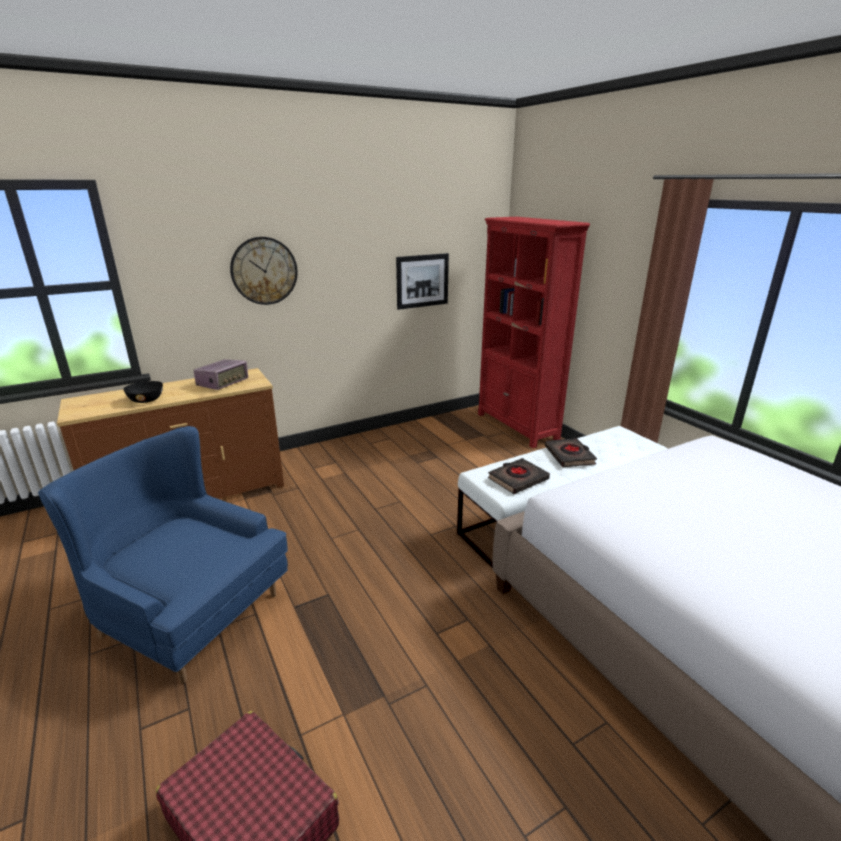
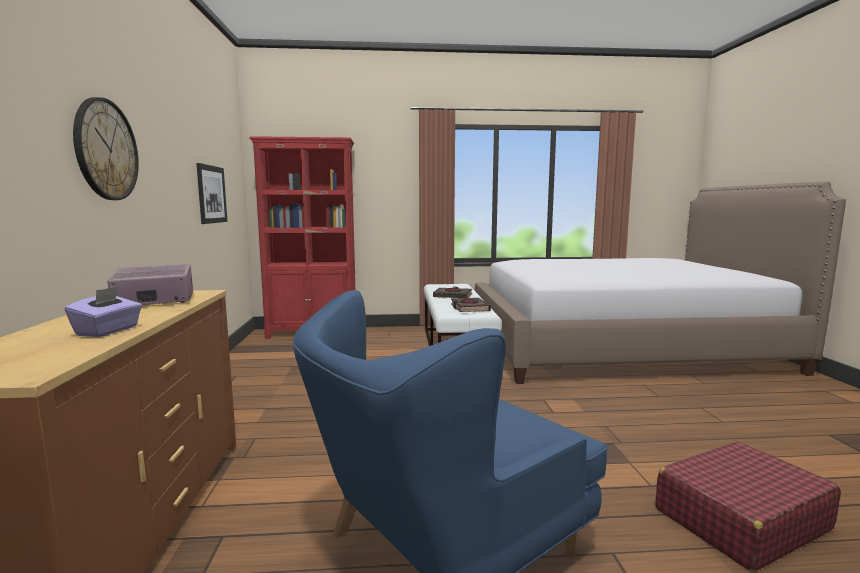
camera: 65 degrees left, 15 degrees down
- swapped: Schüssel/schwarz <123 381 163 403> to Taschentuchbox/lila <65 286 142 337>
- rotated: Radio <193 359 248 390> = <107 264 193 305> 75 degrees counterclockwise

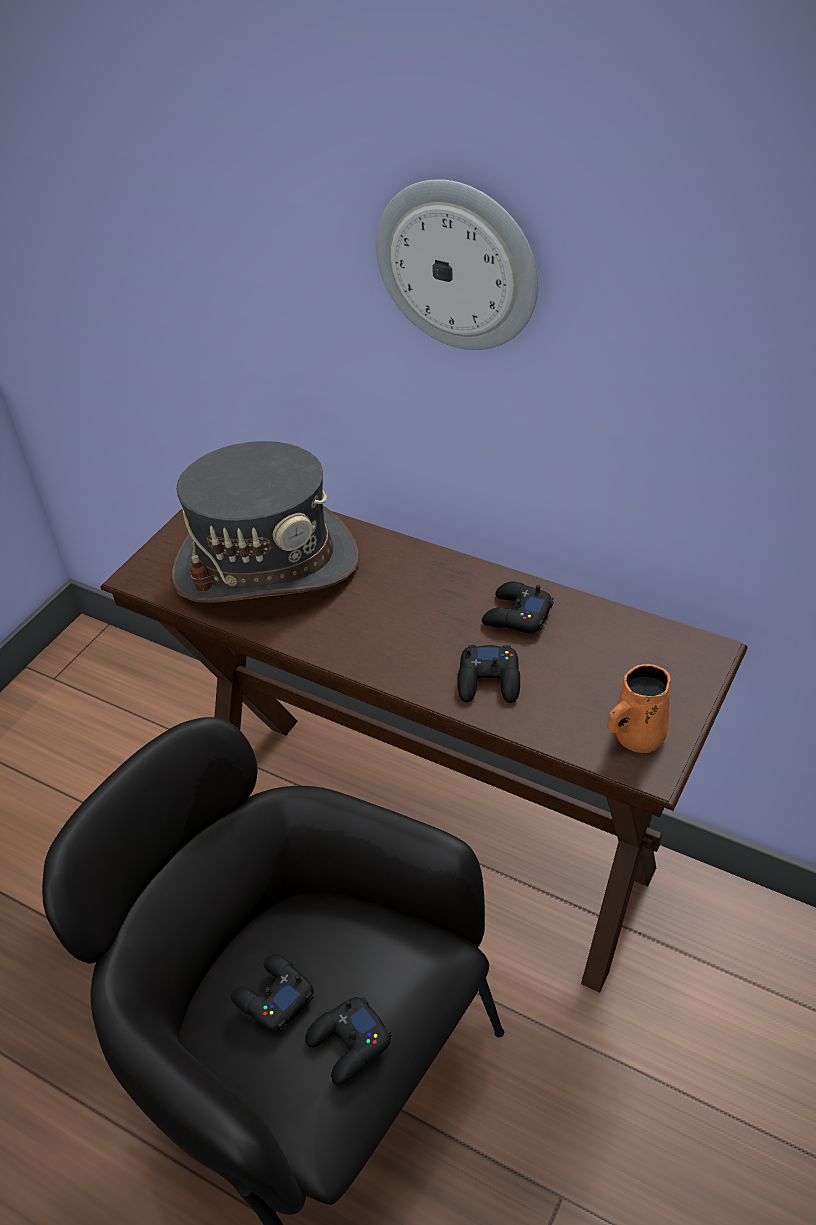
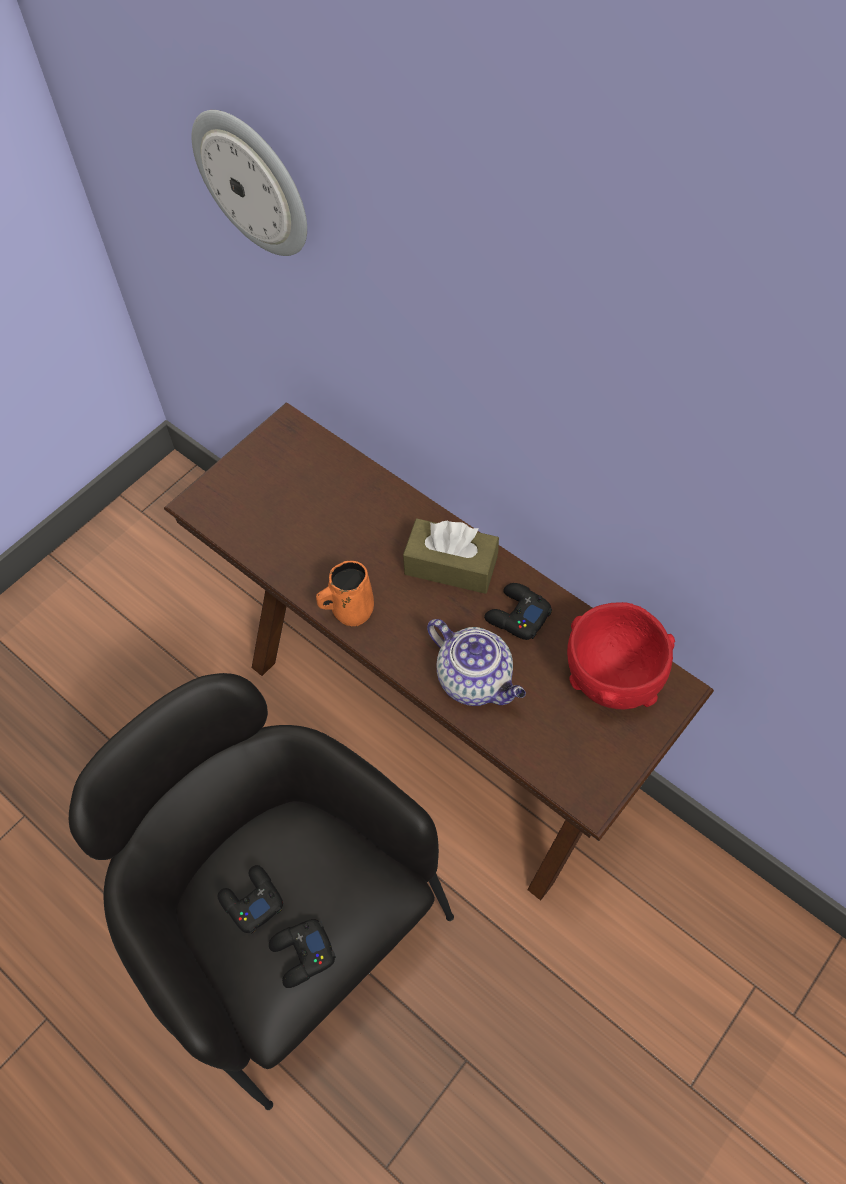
camera: 10 degrees right, 15 degrees up
- shifted: Wanduhr <376 179 538 350> to <192 110 307 256>
- shifted: Henkelbecher/orange <607 664 671 753> to <316 561 374 626>
- new: Taschentuchbox/braun <403 519 499 594>
- swapped: Gamepad/schwarz <458 645 520 703> to Teekanne <427 619 526 706>
- new: Schüssel/rot <567 602 675 709>
- gone: Hut/grau <171 441 360 603>

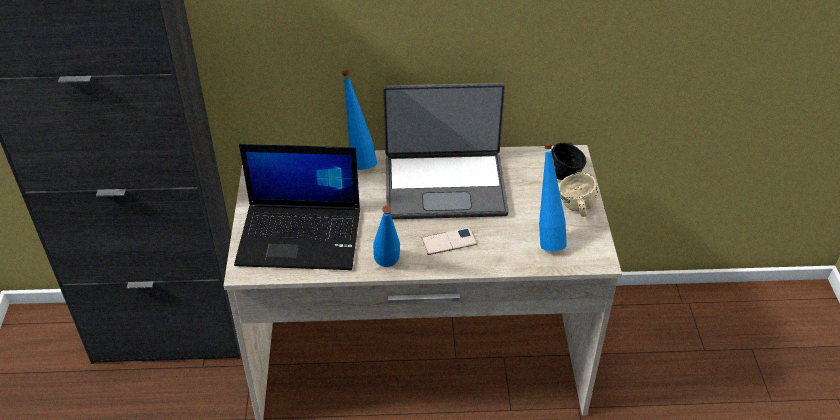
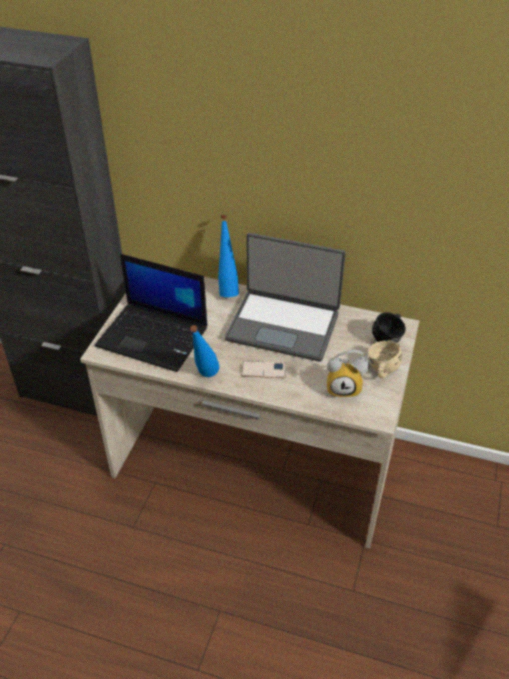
camera: 20 degrees right, 0 degrees up
- swapped: Flasche/blau <539 143 567 251> to Wecker <327 350 369 398>

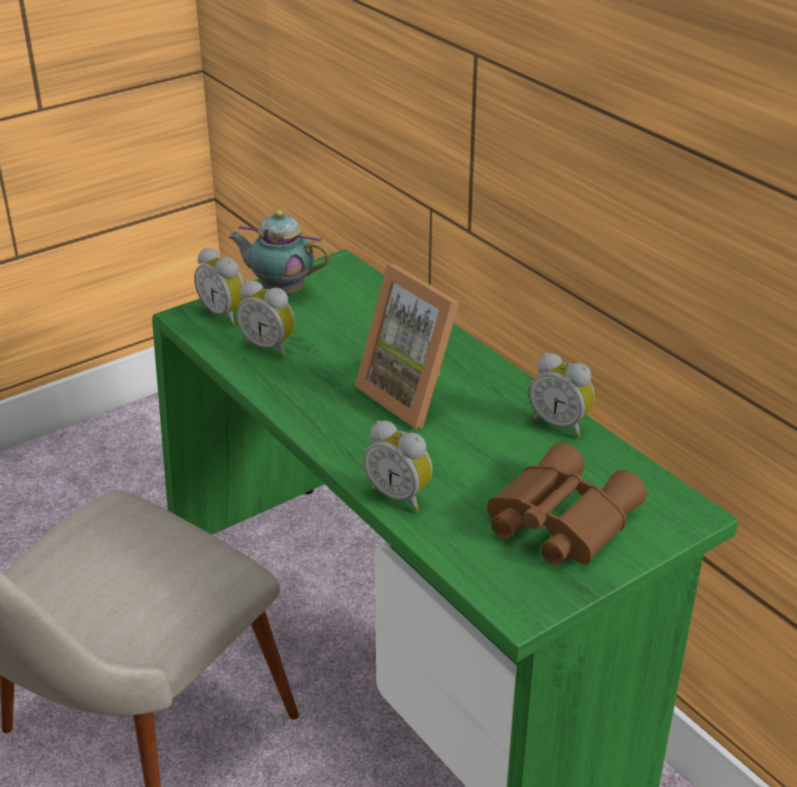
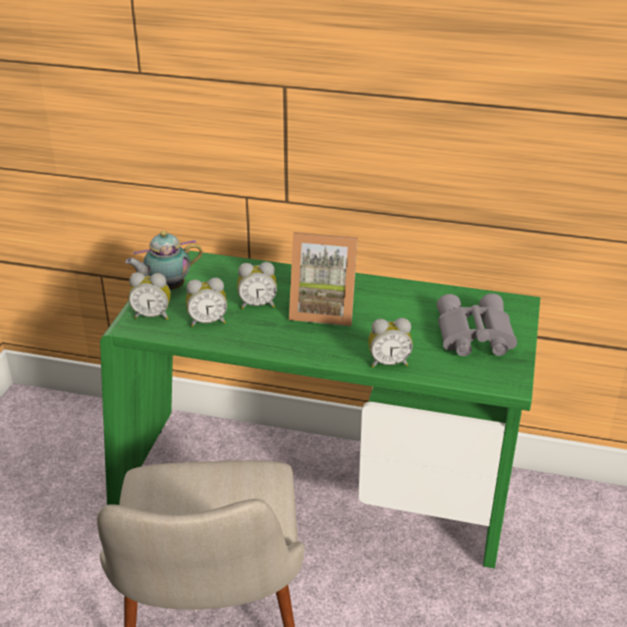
camera: 40 degrees left, 0 degrees up
- shifted: Wecker <529 353 595 438> to <237 262 277 309>
- repainted: Fernglas/braun <487 442 647 565> to Fernglas/grau <437 293 517 356>

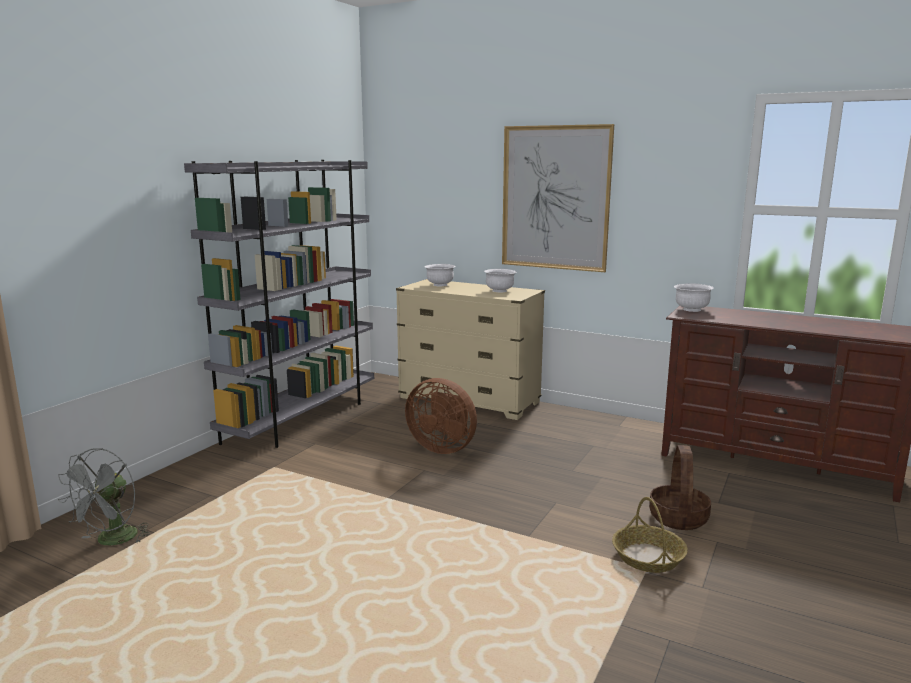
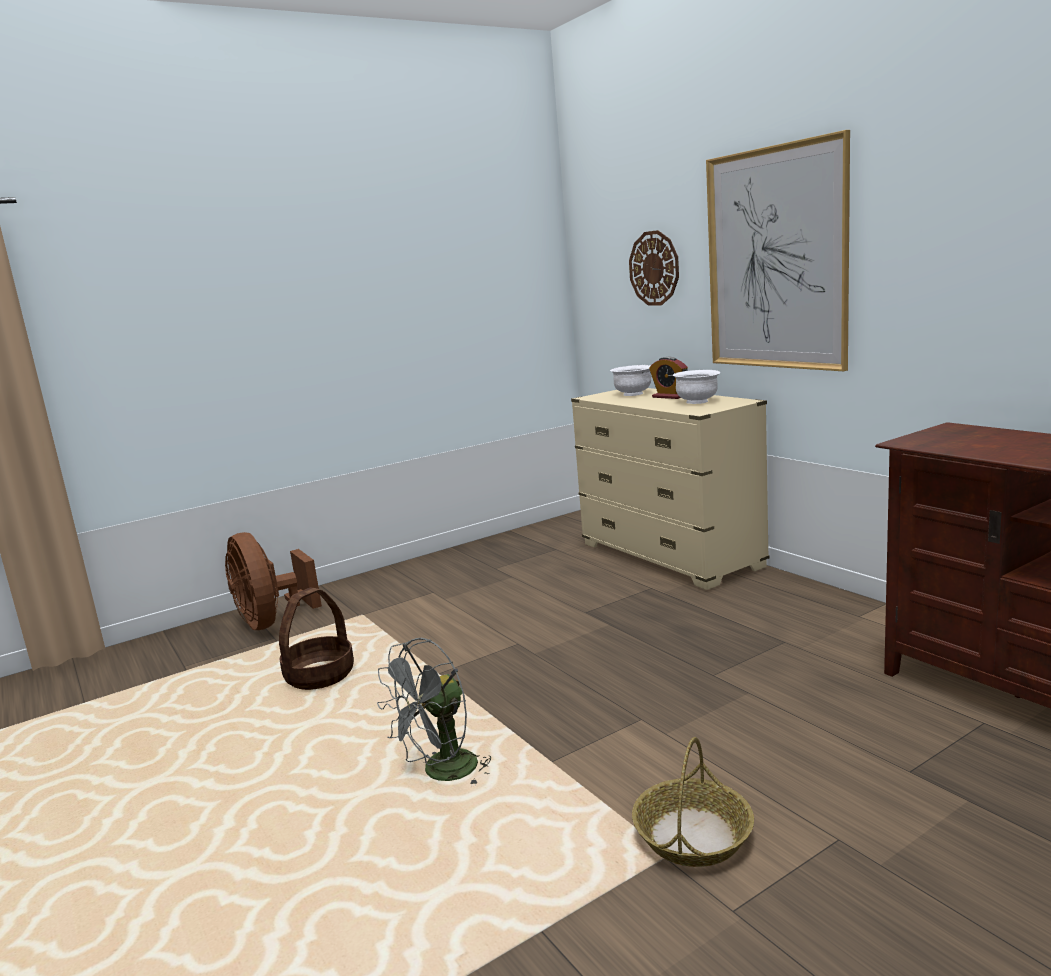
camera: 30 degrees right, 0 degrees up
- shifted: Ventilator/braun <405 378 477 454> to <225 532 322 630>
- shifted: Korb <649 445 711 530> to <279 588 354 690>
- shifted: Ventilator/grau <58 448 150 545> to <377 638 491 786>
- new: Wanduhr <629 230 679 306>
- new: Wecker <649 356 688 399>
- gone: Bücherregal/grau <184 160 374 448>
- gone: Schüssel/weiß <674 283 714 312>

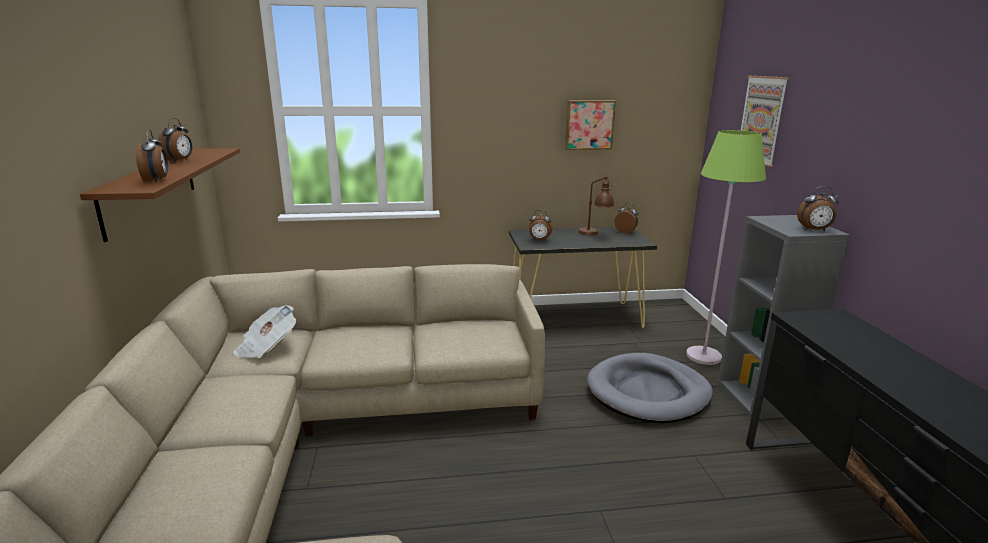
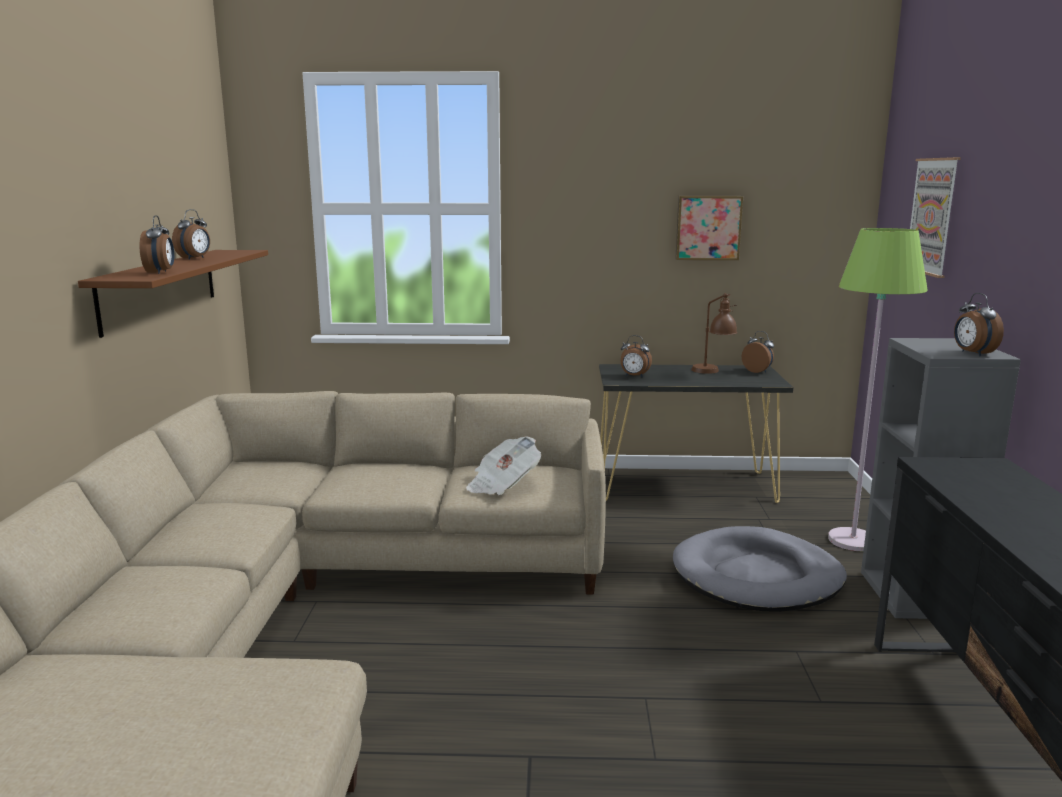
camera: 10 degrees right, 5 degrees down
- shifted: Zeitung <233 305 296 359> to <466 437 541 495>
- rotated: Wecker <797 186 839 231> = <954 293 1004 356> 60 degrees clockwise

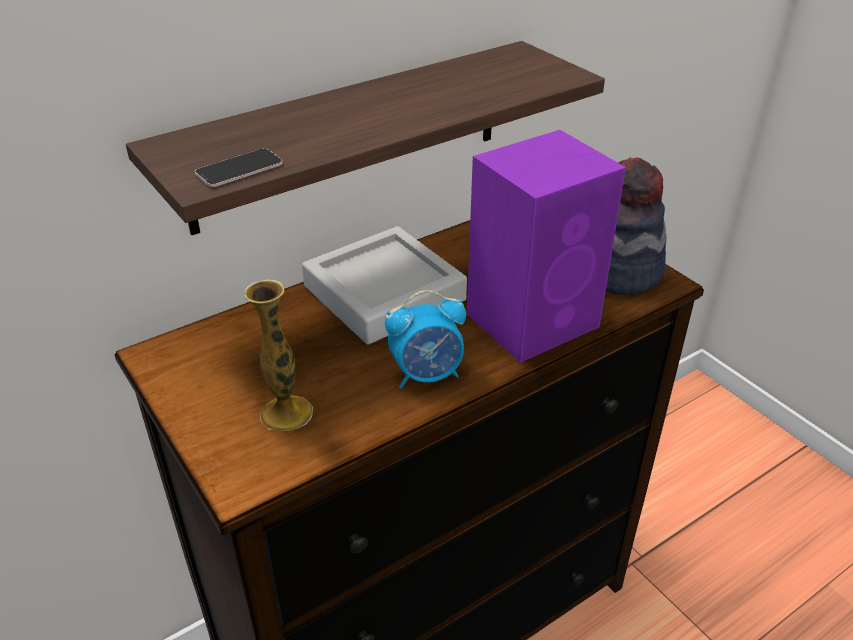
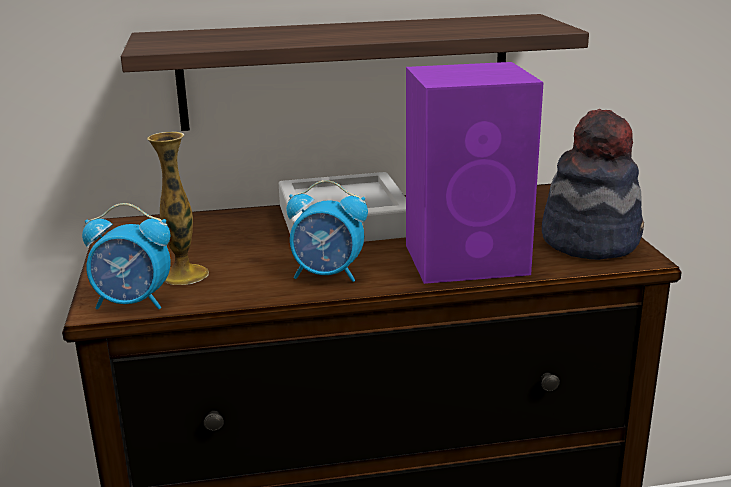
camera: 25 degrees right, 15 degrees down
- new: Wecker <82 203 171 309>
- gone: Handy <195 148 283 187>

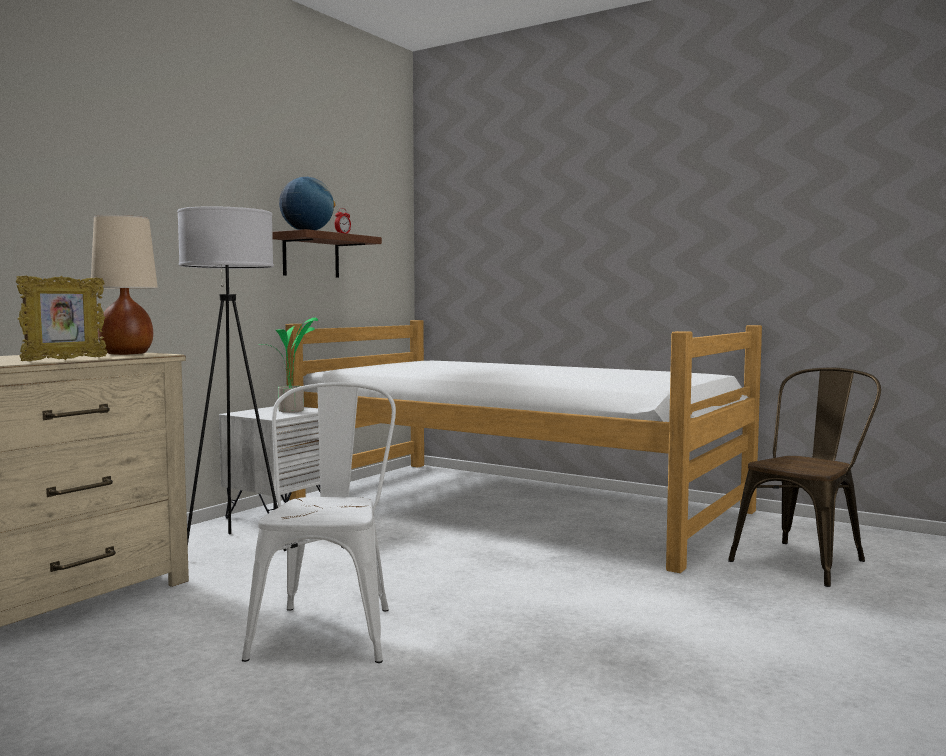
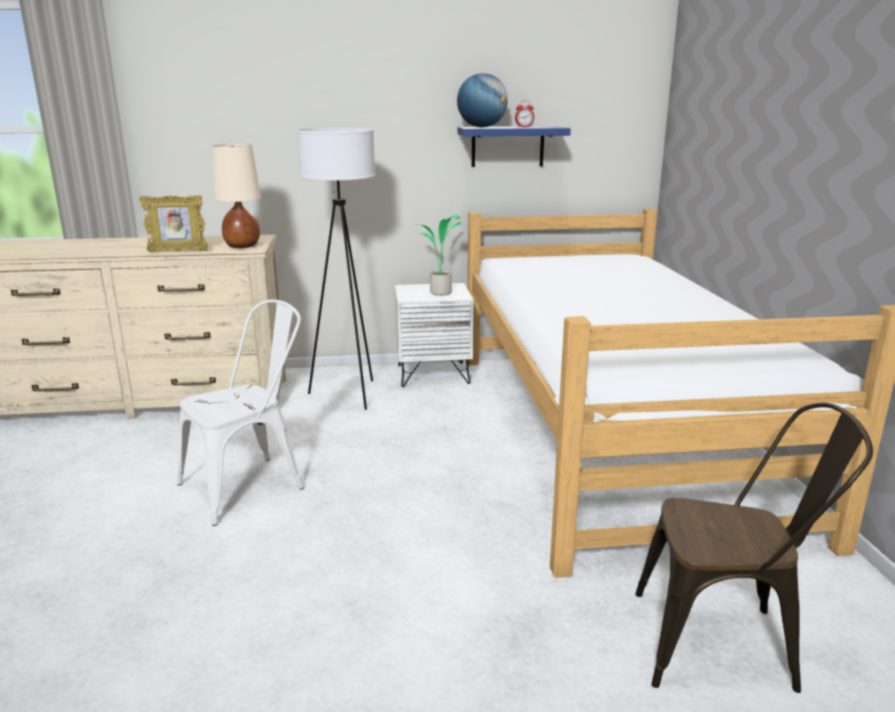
camera: 50 degrees right, 15 degrees up
- repainted: Wandregal/braun <272 229 382 278> to Wandregal/blau <457 126 571 167>

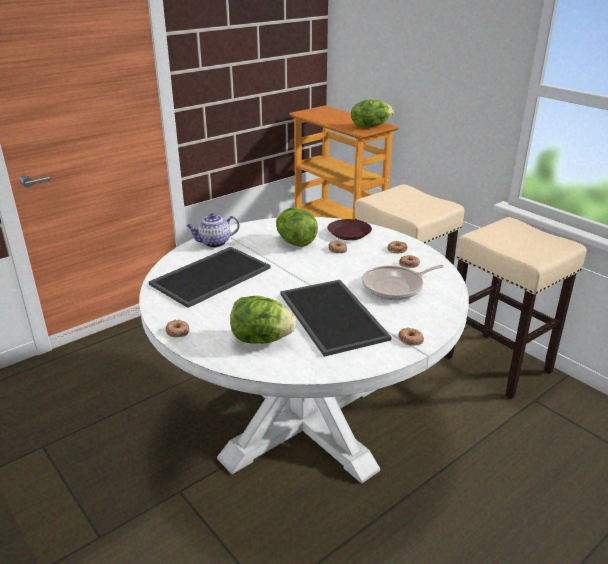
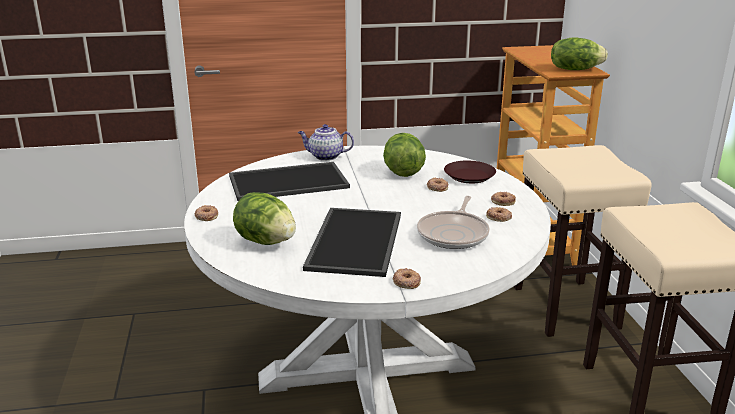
camera: 30 degrees right, 5 degrees down
- rotated: Pfanne <362 265 444 300> = <417 196 490 249> 75 degrees counterclockwise

